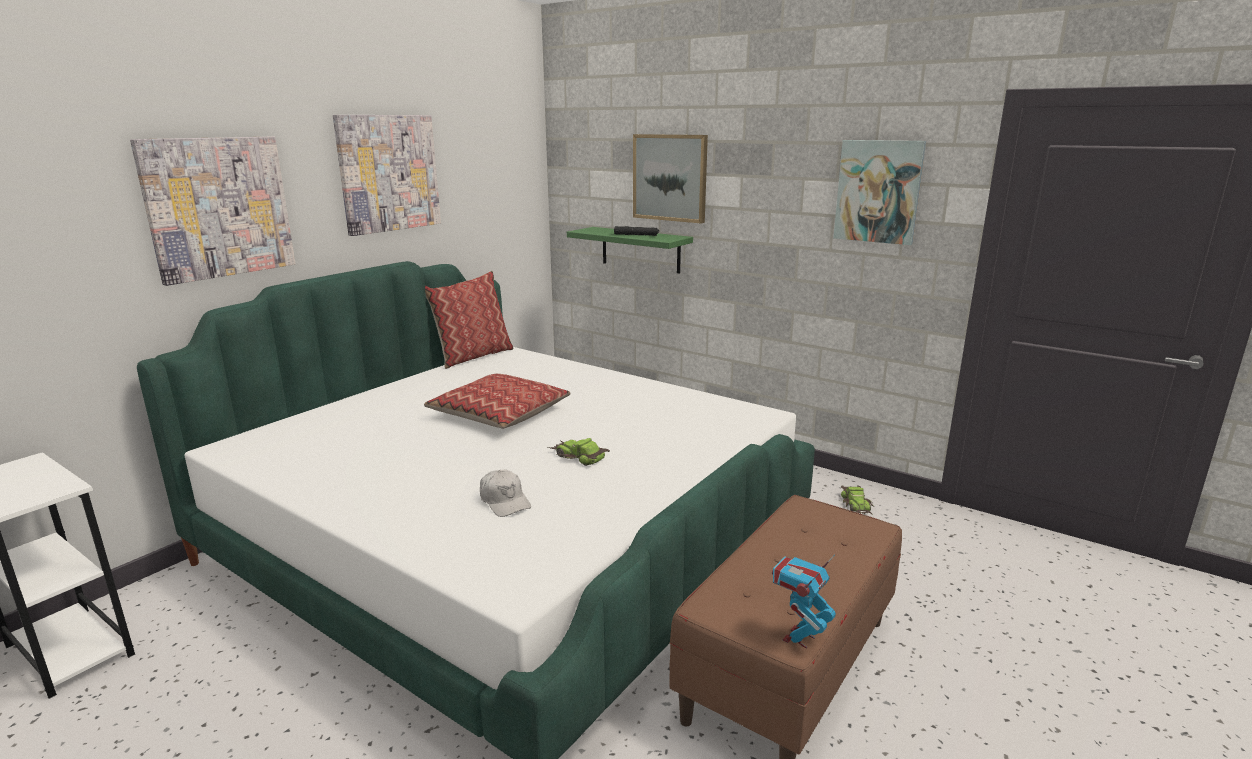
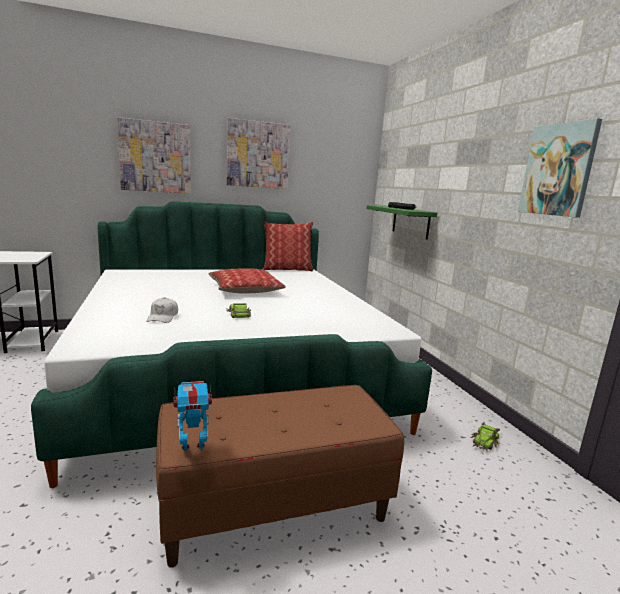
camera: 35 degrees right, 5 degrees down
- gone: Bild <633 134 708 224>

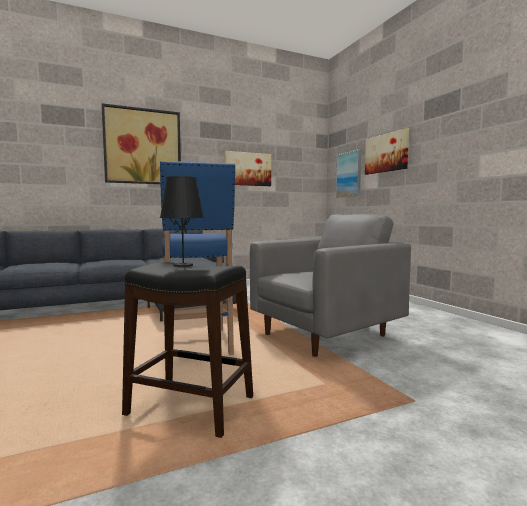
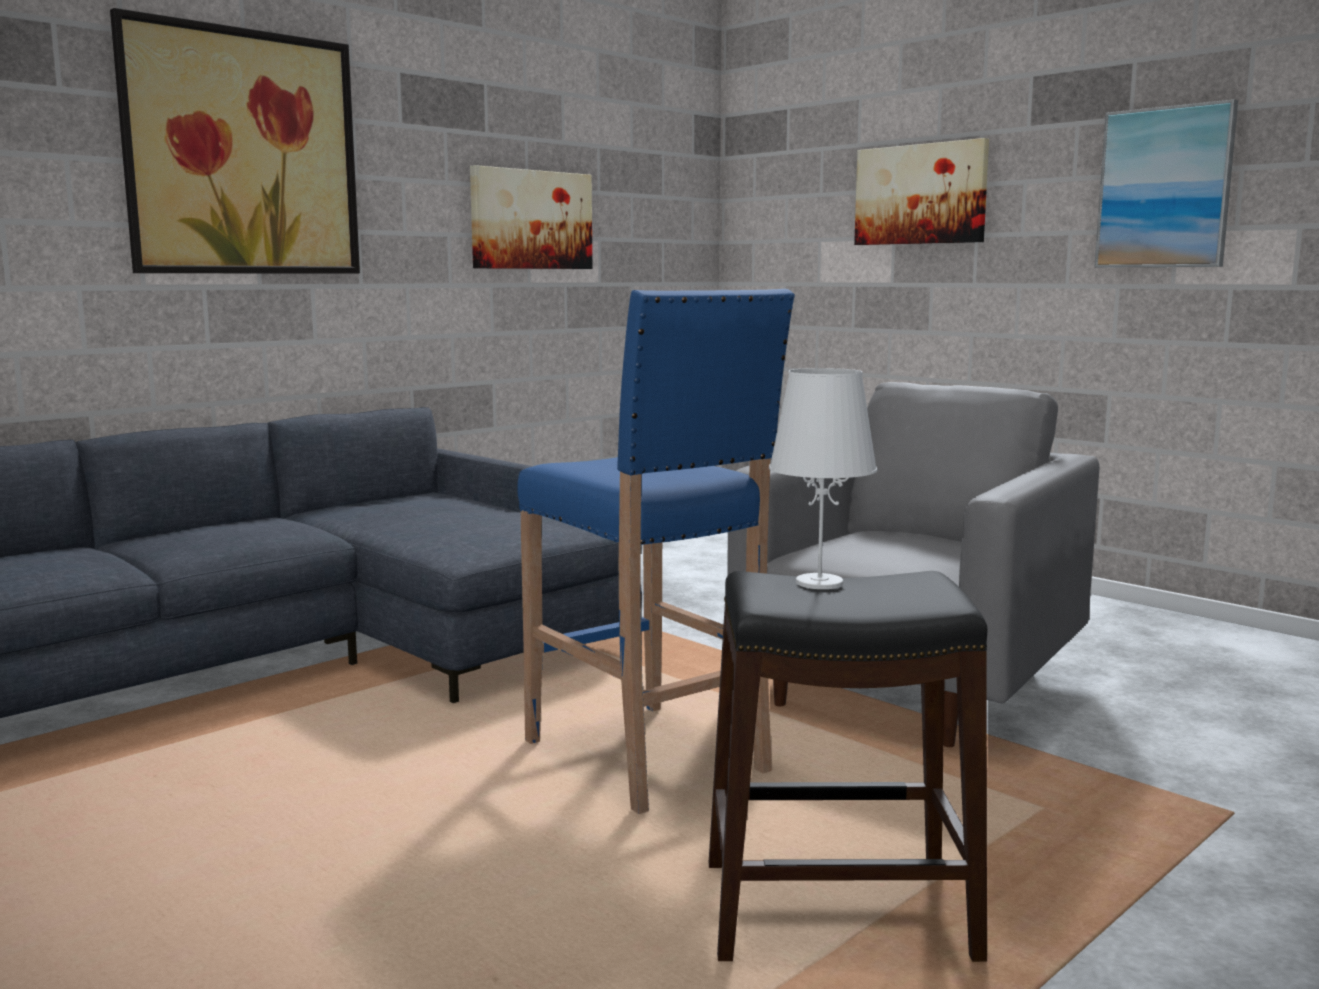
camera: 20 degrees left, 5 degrees up
- repainted: Tischlampe/schwarz <160 176 204 267> to Tischlampe/weiß <769 368 877 589>
- shifted: Bild <336 149 361 198> to <1094 99 1238 268>

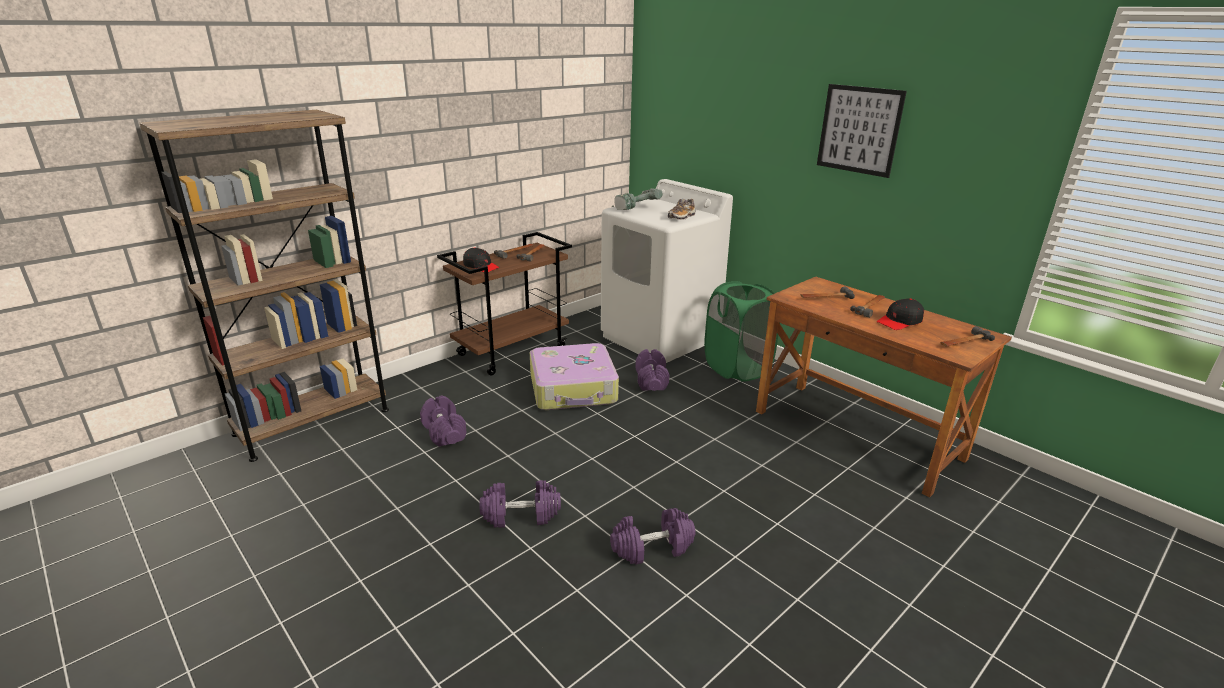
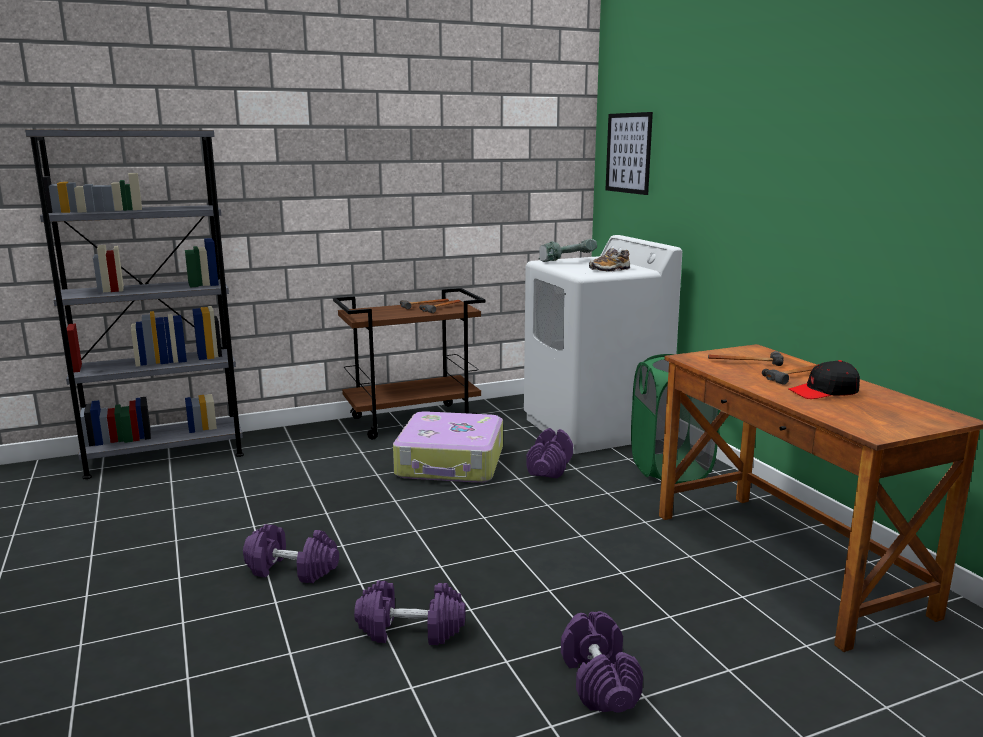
camera: 20 degrees right, 10 degrees down
- repainted: Bücherregal/braun <140 110 389 462> to Bücherregal/grau <25 130 244 479>
- shifted: Hantel/lila <420 395 466 447> to <561 611 643 712>
- shifted: Bild <817 84 907 178> to <605 112 653 195>
- gone: Kappe/schwarz <463 247 500 272>
- gone: Hammer <940 326 995 346>

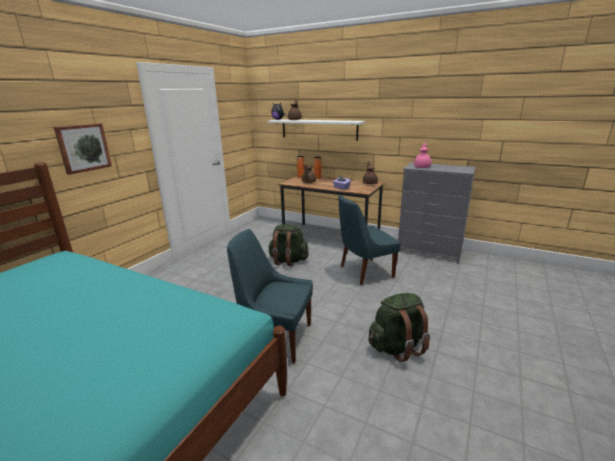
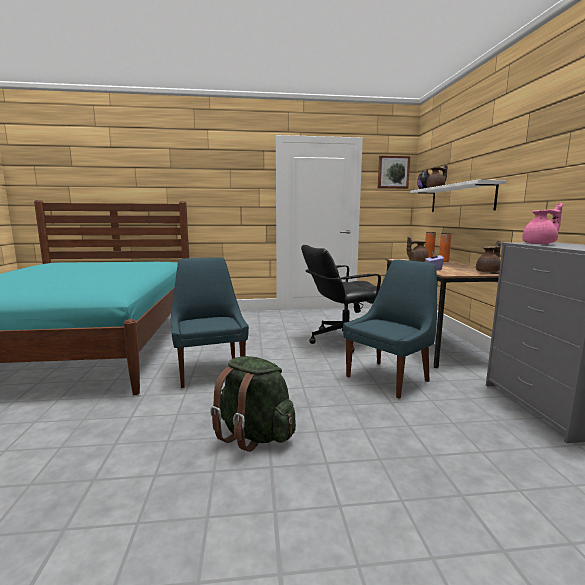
camera: 55 degrees right, 10 degrees down
- swapped: Rucksack/grün <268 224 309 266> to Bürostuhl/schwarz <301 245 381 353>
- rotated: Stuhl/blau <338 195 401 285> = <343 260 437 399> 105 degrees clockwise
- shifted: Bild <54 123 112 175> to <378 155 410 189>

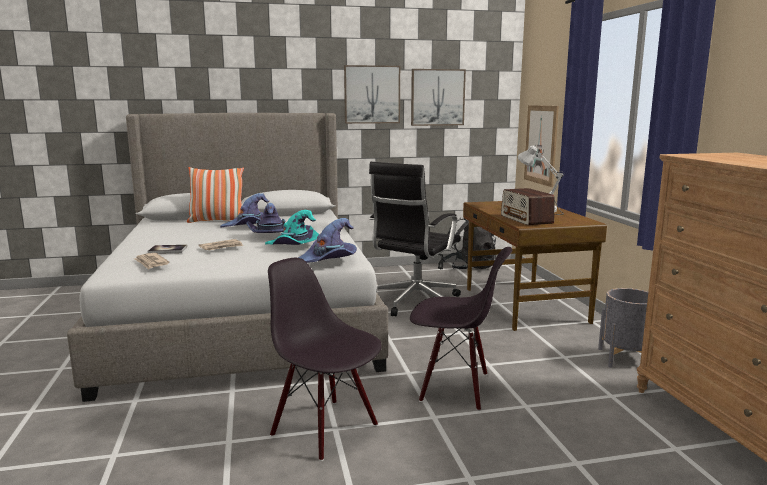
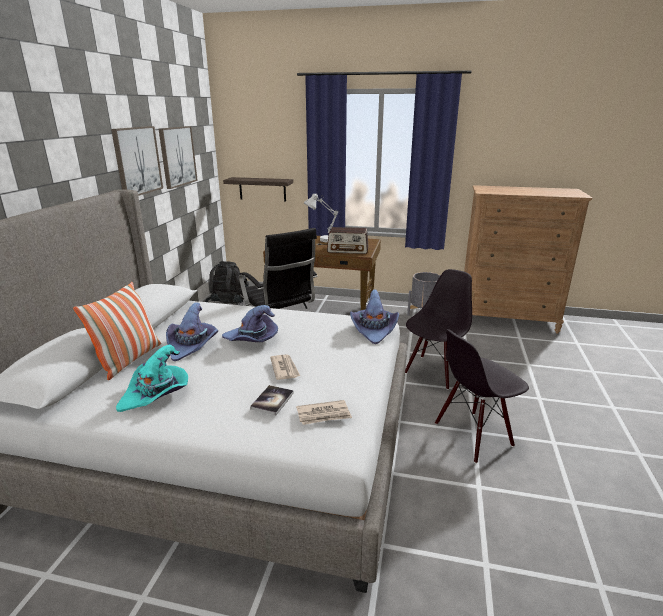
camera: 65 degrees left, 10 degrees up
- shifted: Hut/türkis <265 210 319 245> to <116 345 188 412>
- swapped: Bild <524 105 559 187> to Wandregal <223 177 293 201>

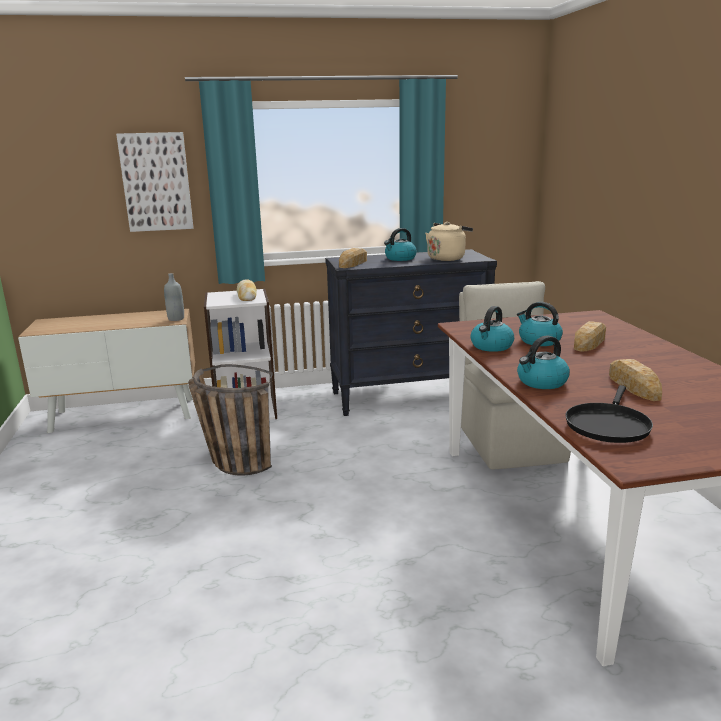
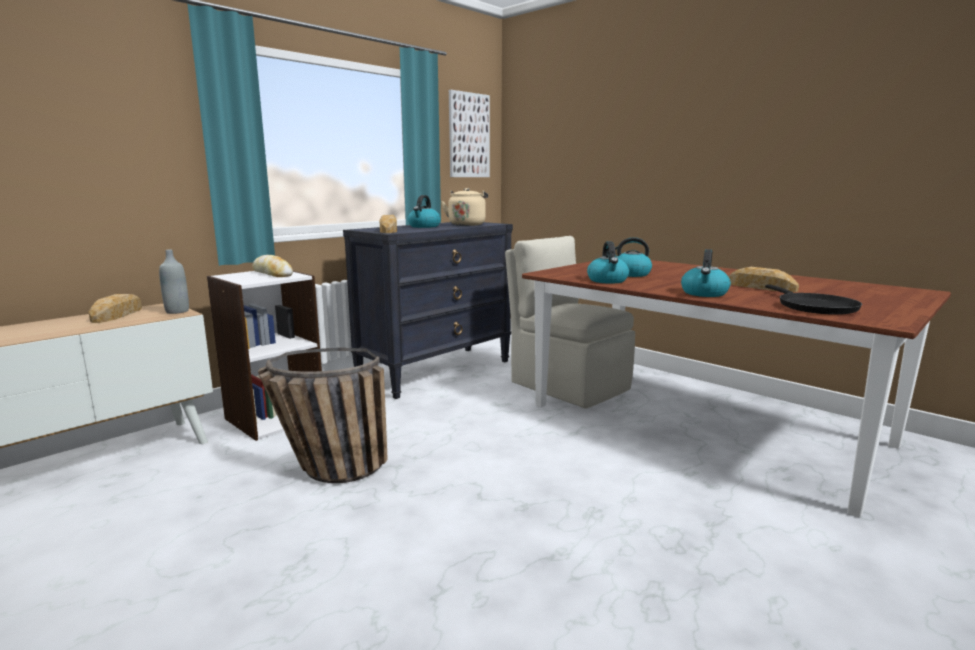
camera: 35 degrees left, 5 degrees down
- shifted: Brot <574 321 606 352> to <89 294 142 323>
- shifted: Bild <116 132 194 232> to <449 90 490 177>

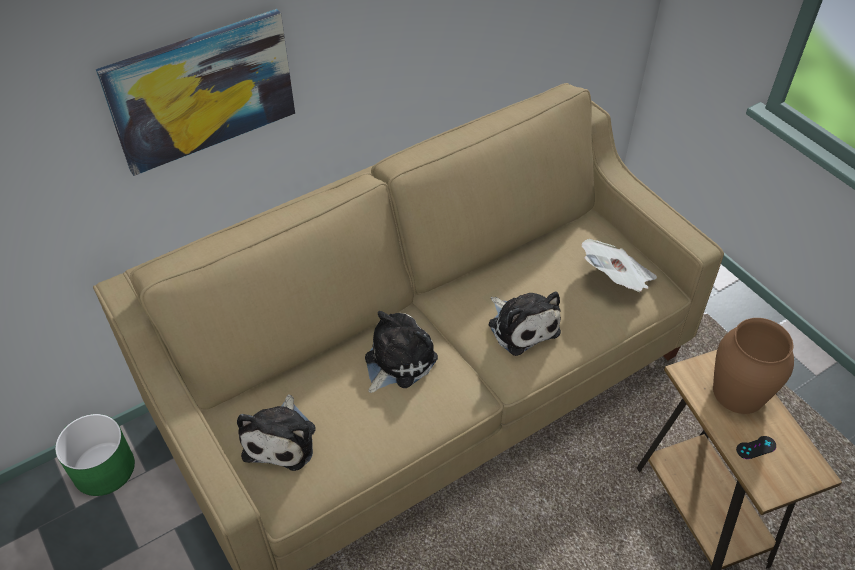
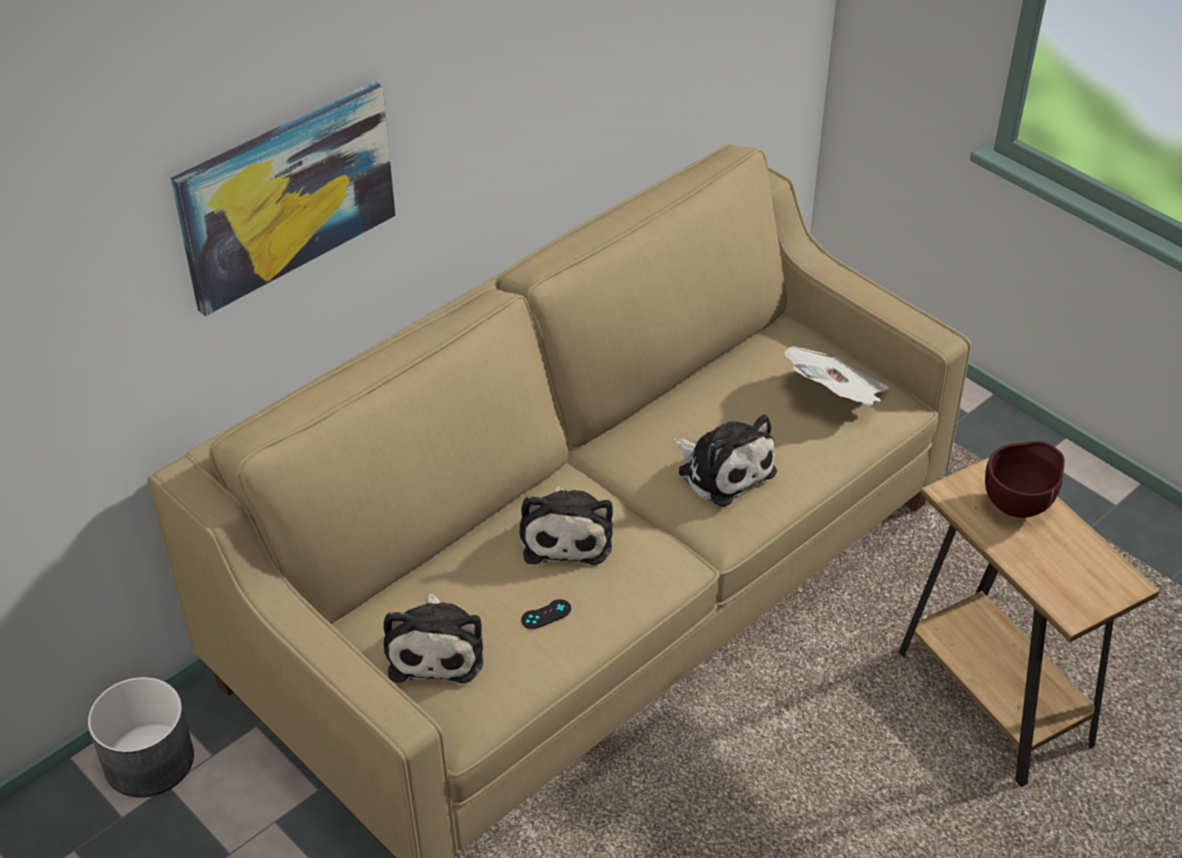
camera: 10 degrees left, 5 degrees down
- repainted: Pflanzkübel/grün <55 414 135 496> to Pflanzkübel/grau <88 677 194 798>
- rotated: Plüschtier <365 311 438 393> = <519 486 613 565> 150 degrees clockwise
- shifted: Gamepad/schwarz <736 436 776 459> to <521 599 571 629>
- swapped: Vase/braun <713 318 794 414> to Schüssel/braun <985 441 1065 518>

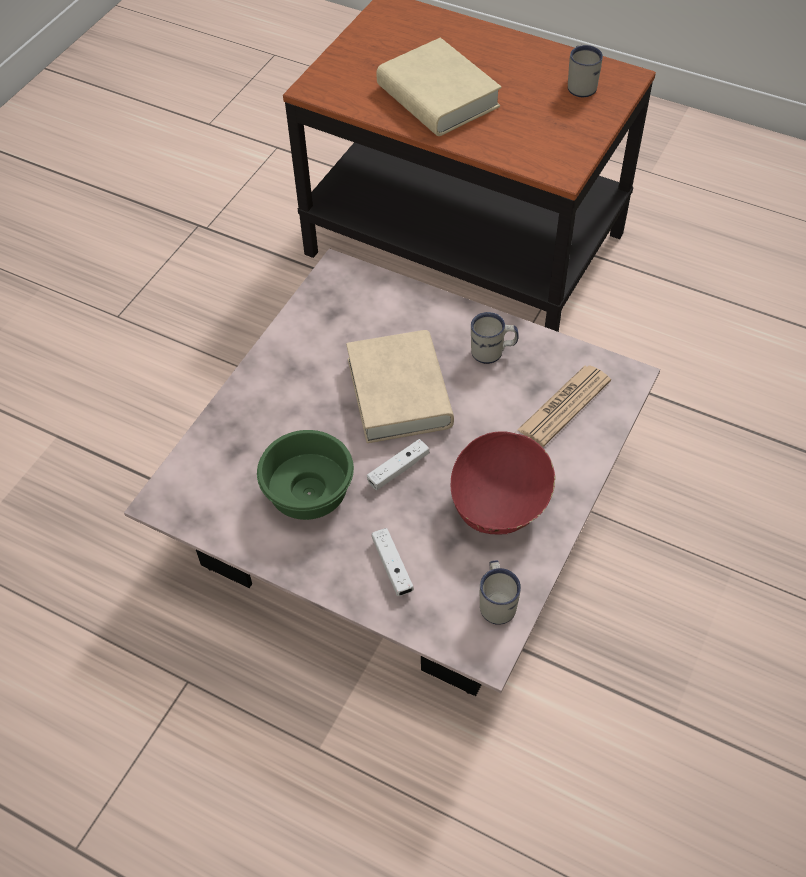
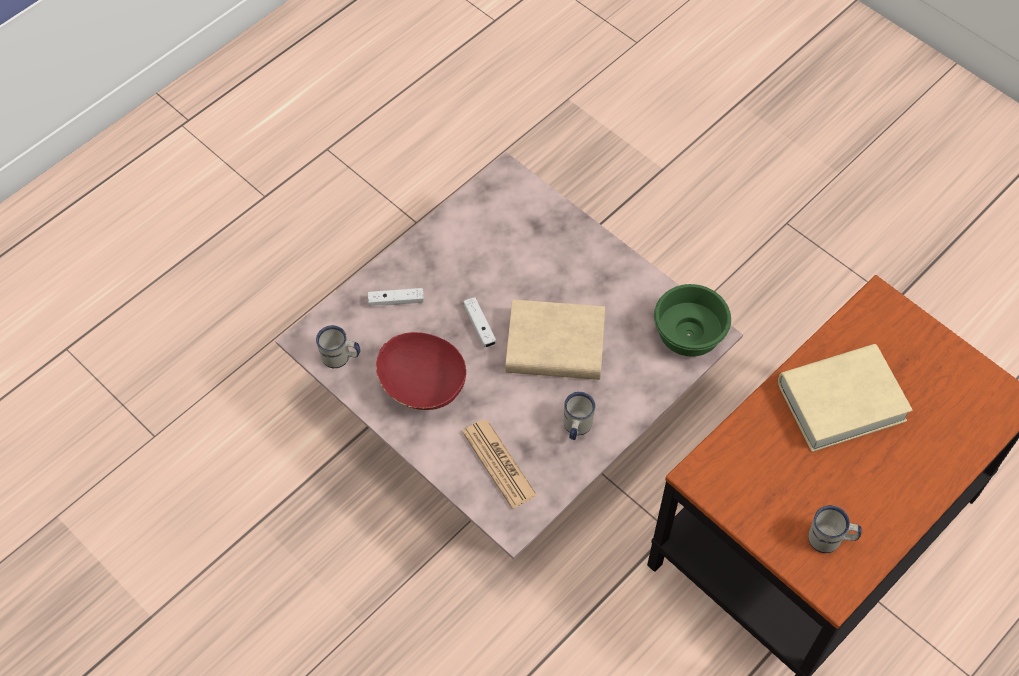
camera: 105 degrees right, 5 degrees up
- shifted: Schüssel/grün <257 430 354 520> to <654 284 731 356>

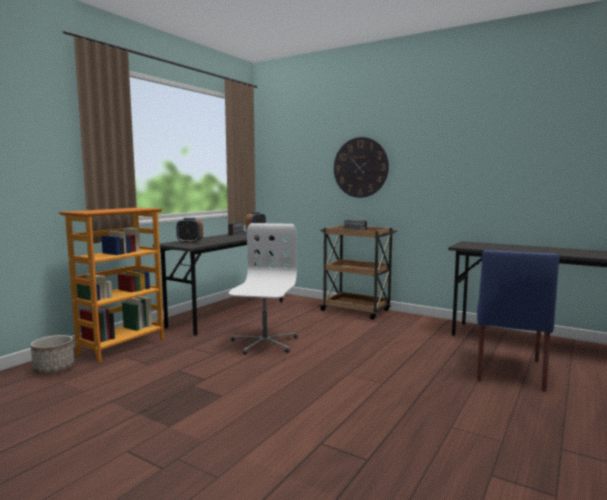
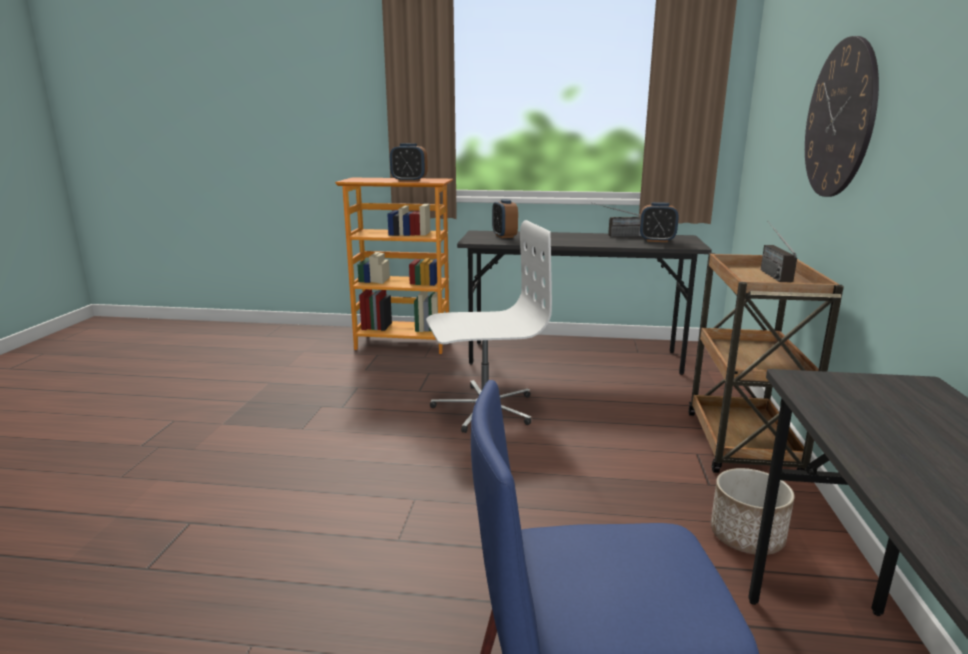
camera: 65 degrees right, 10 degrees up
- new: Wecker <390 143 428 182>
- shifted: Pflanzkübel <31 335 75 374> to <711 468 795 555>

